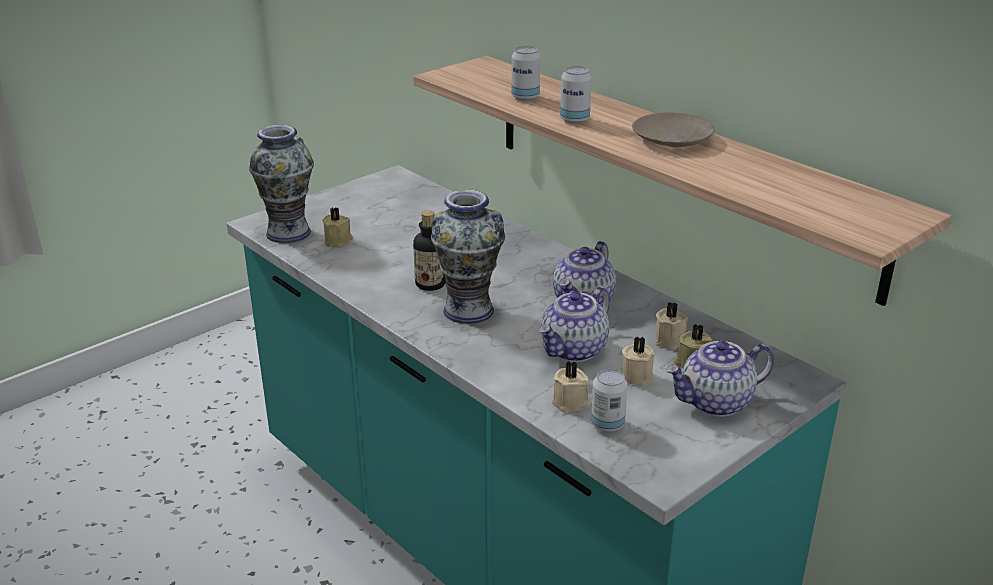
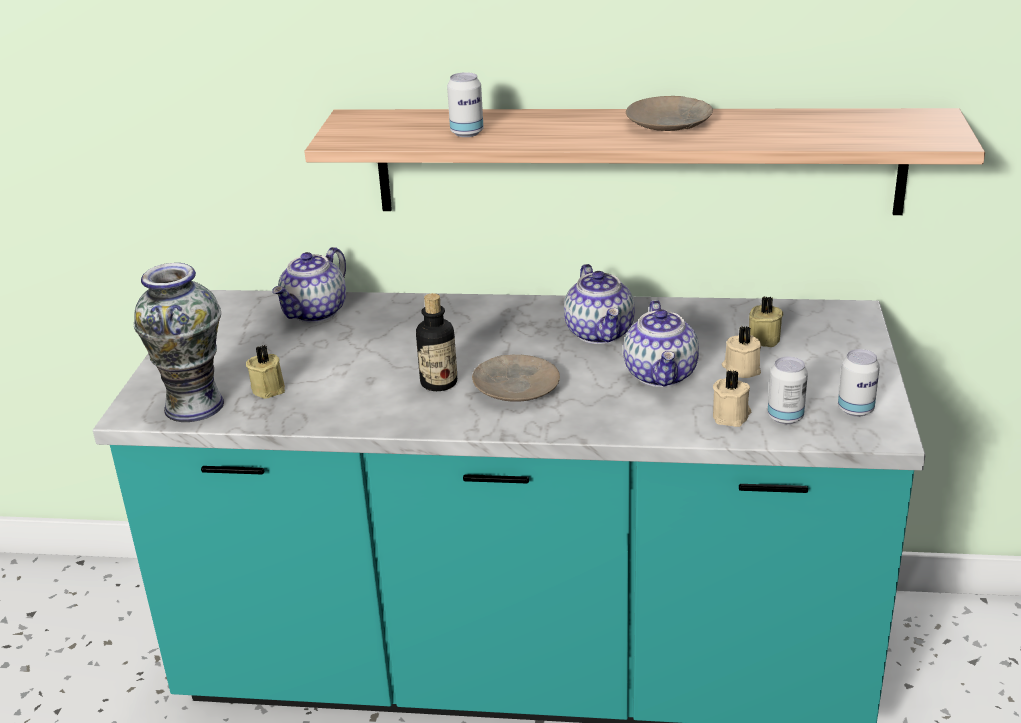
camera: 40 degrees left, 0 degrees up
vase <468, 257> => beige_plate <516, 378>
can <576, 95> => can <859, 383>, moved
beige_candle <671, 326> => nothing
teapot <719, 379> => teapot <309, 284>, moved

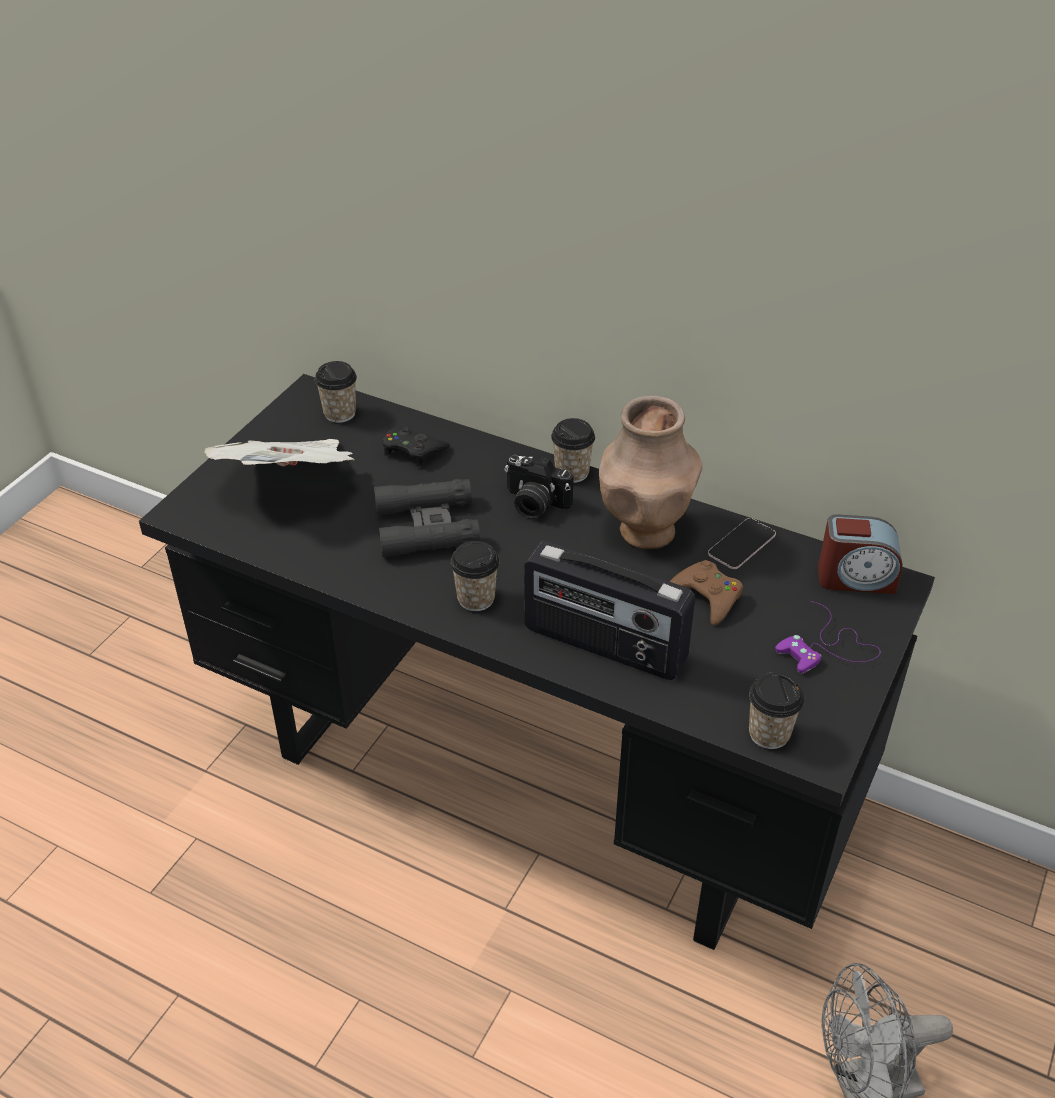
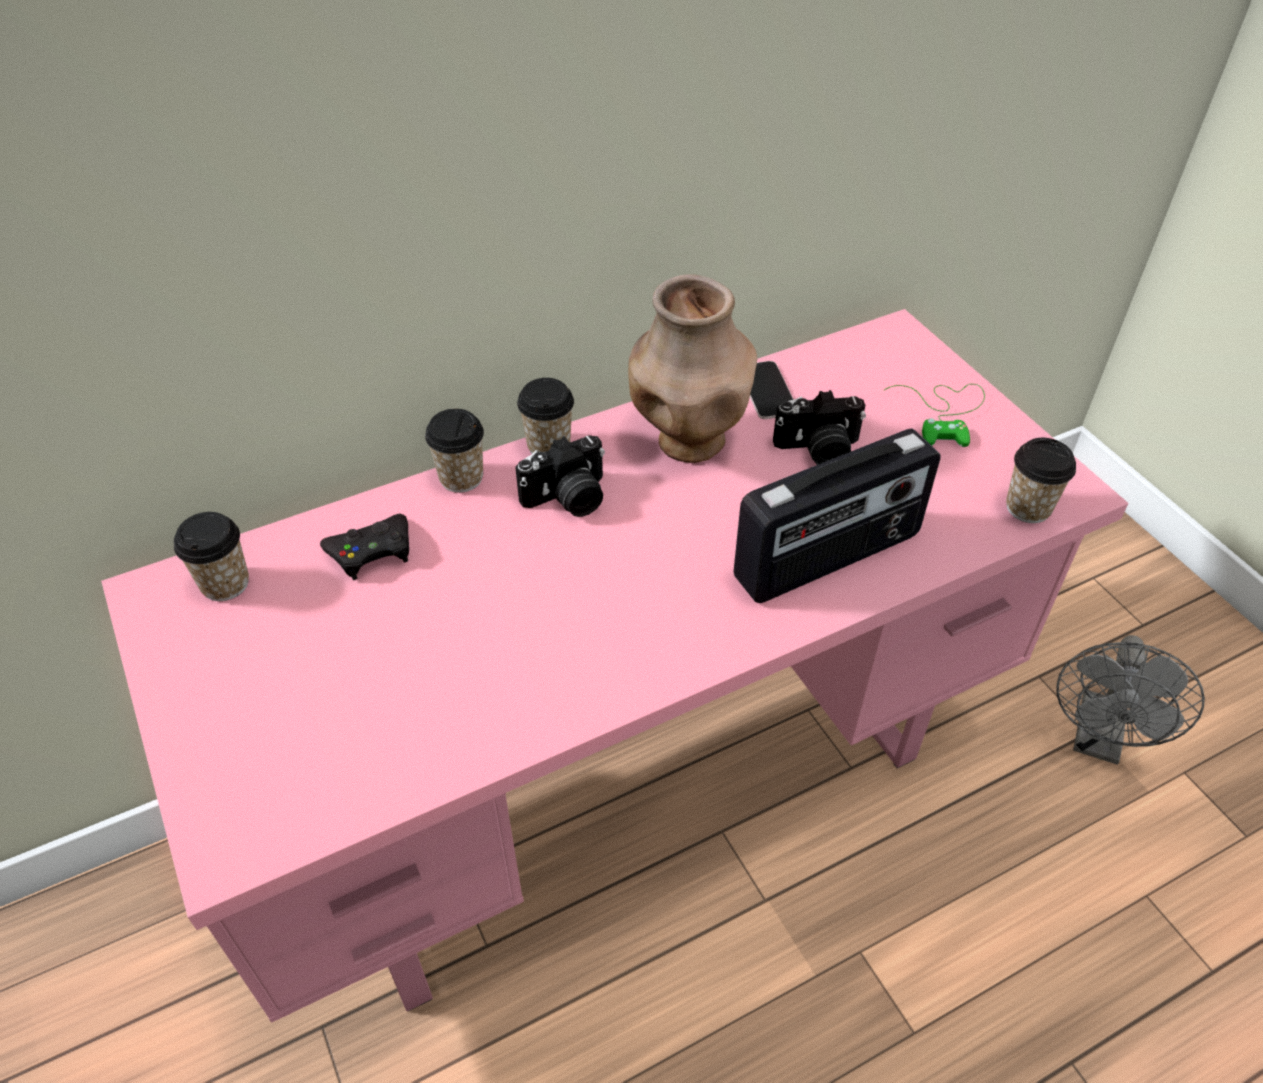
camera: 55 degrees left, 5 degrees up
black_desk <537, 662> => pink_desk <615, 666>
newspaper <279, 452> => nothing
black_binoculars <427, 518> => nothing
cup <474, 576> => cup <454, 451>, moved
brown_game_controller <706, 593> => photo_camera <819, 427>
purple_game_controller <828, 637> => green_game_controller <934, 415>
alarm_clock <860, 554> => nothing

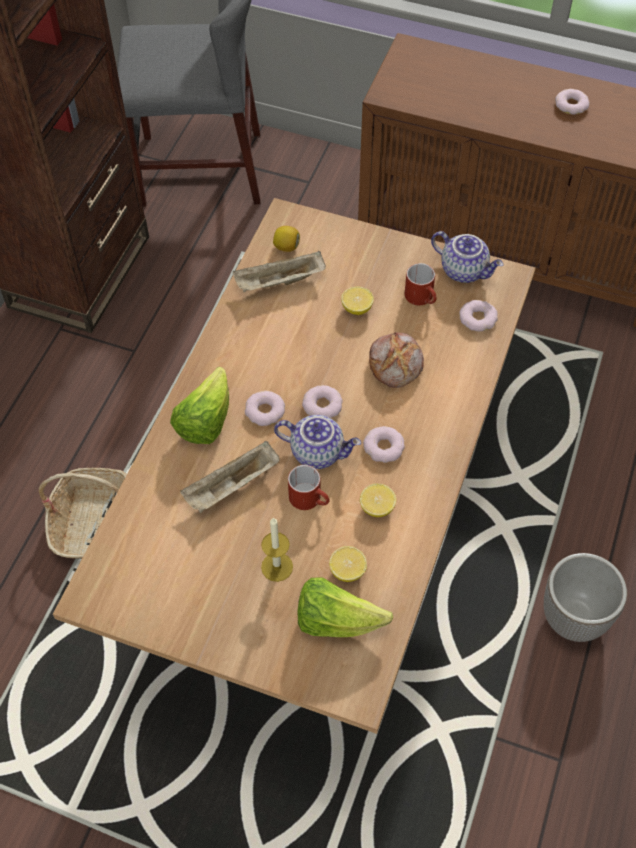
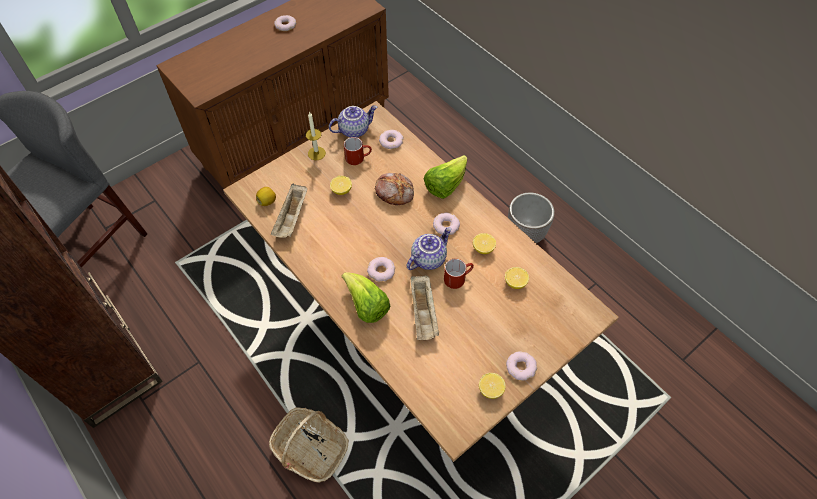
camera: 60 degrees left, 0 degrees up
candle <277, 549> => candle <316, 135>, moved
lettuce <345, 607> => lettuce <445, 177>, moved
donut <322, 401> => donut <521, 366>, moved
nothing => lemon <492, 386>

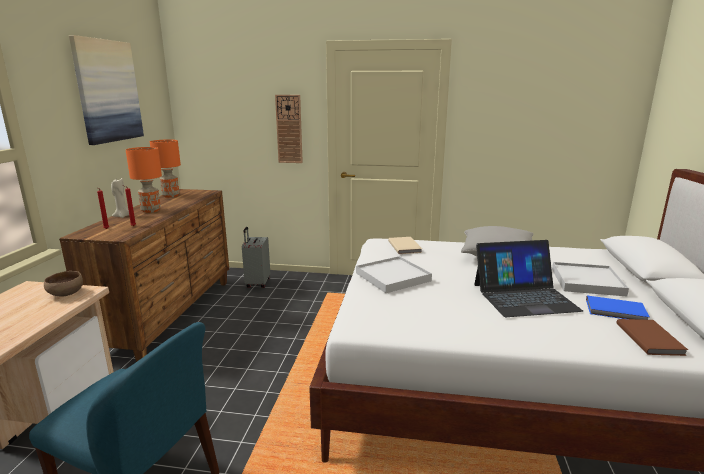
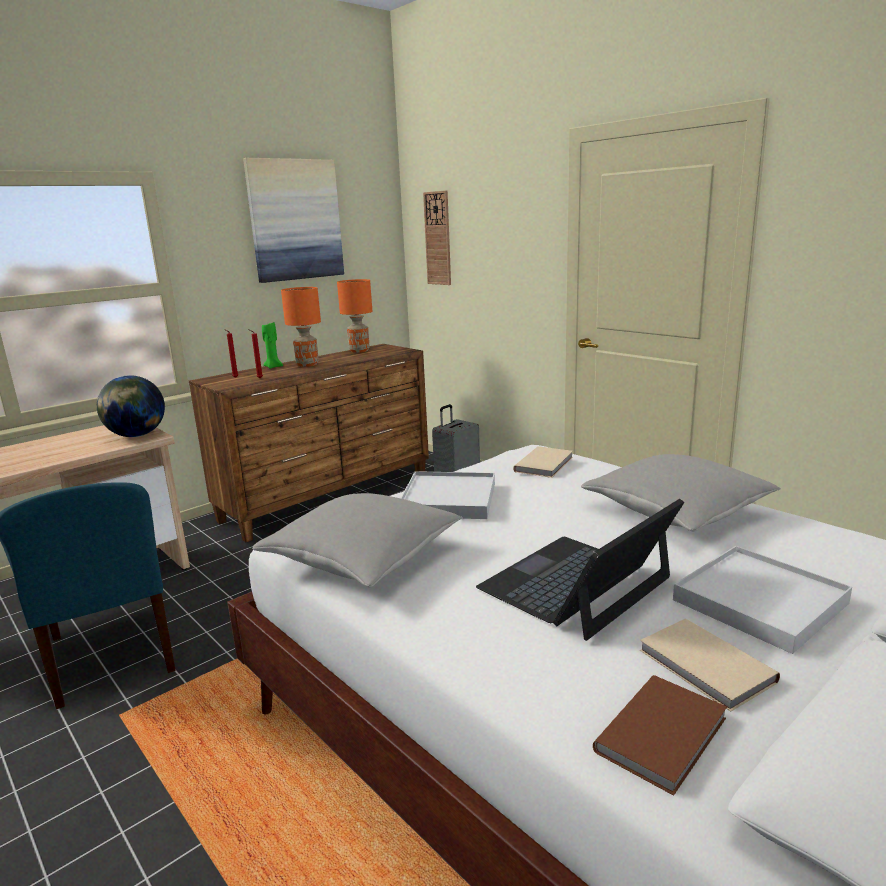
camera: 40 degrees right, 0 degrees up
brown_bowl <63, 283> => globe <131, 406>
beige_candle <120, 198> => green_candle <272, 345>
wall_clock <289, 129> => wall_clock <437, 237>, moved
laptop <528, 278> => laptop <580, 570>, 105 degrees clockwise
blue_book <618, 307> => beige_book <710, 665>
nothing => grey_pillow <357, 540>

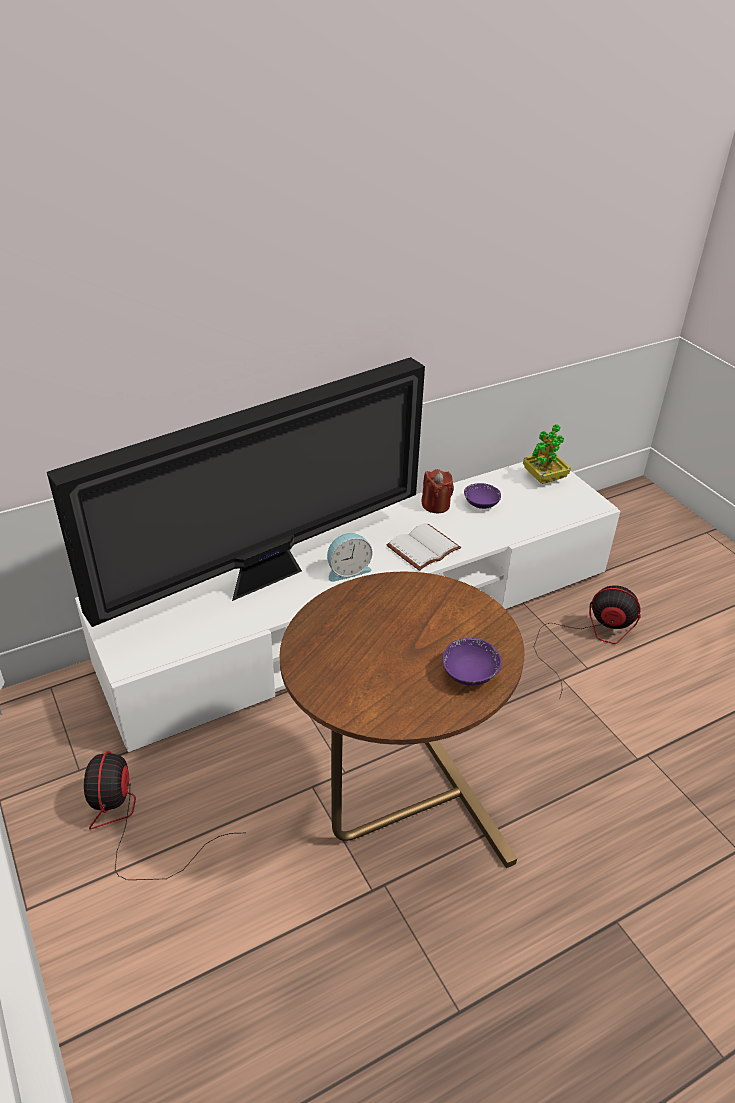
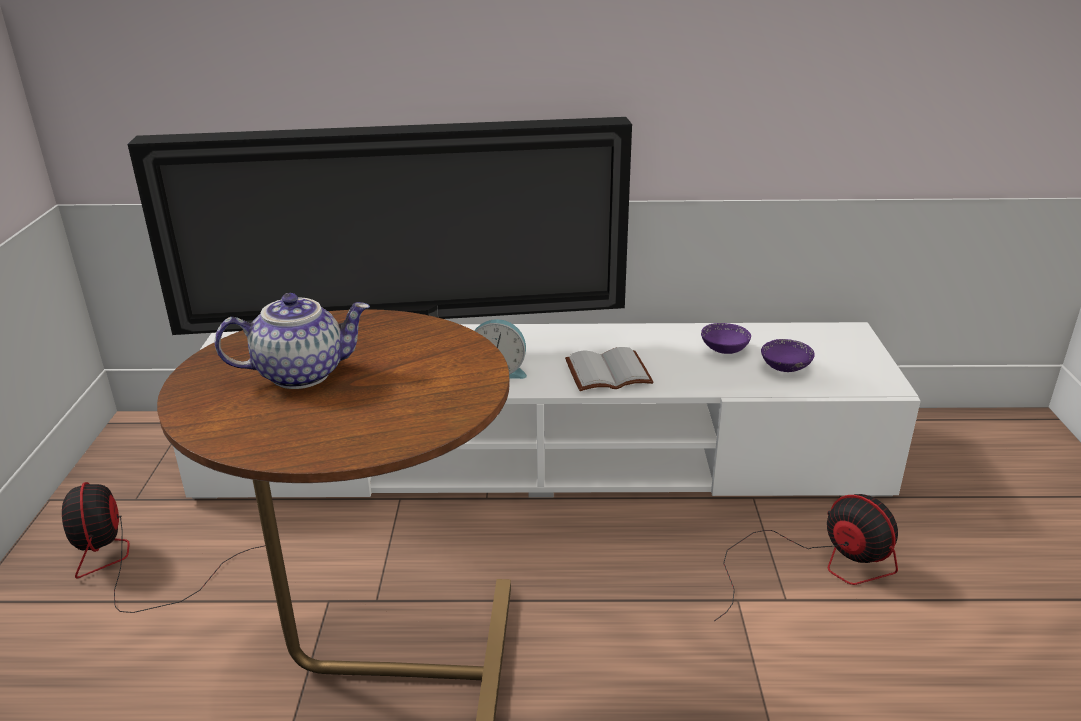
camera: 30 degrees right, 10 degrees down
fan <160, 815> => fan <163, 547>, 45 degrees counterclockwise
red_candle <437, 491> => nothing
purple_bowl <472, 662> => purple_bowl <788, 355>, moved
potted_plant <547, 454> => nothing
nothing => teapot <292, 341>

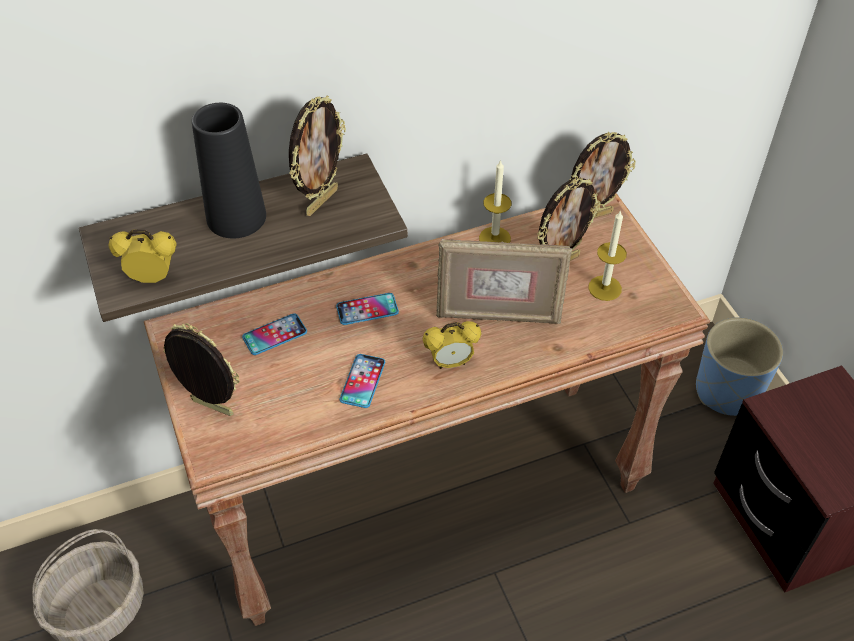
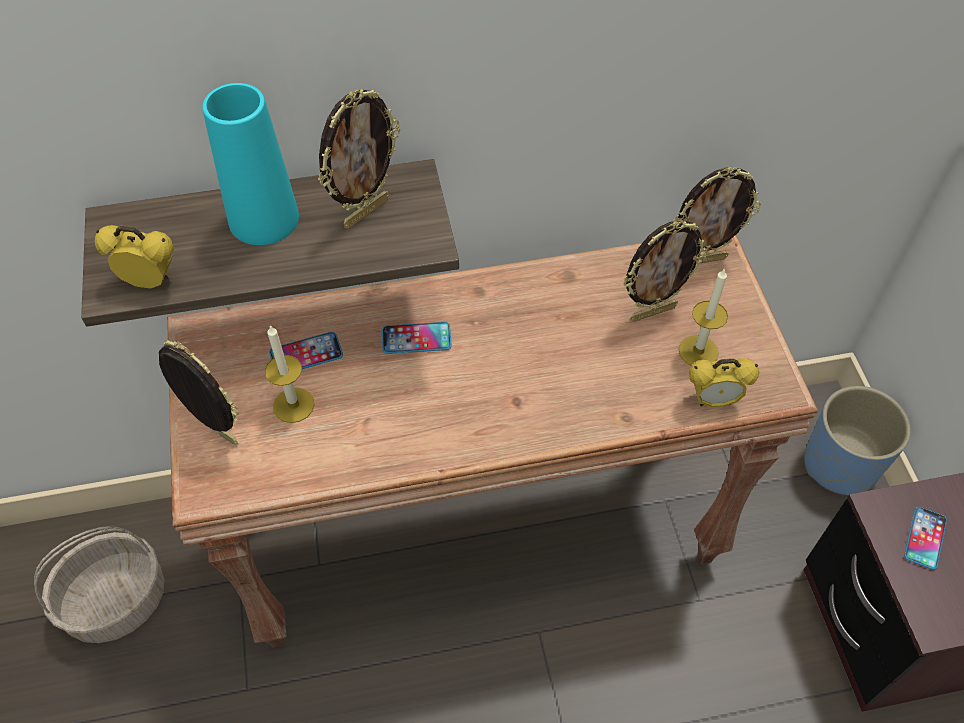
camera: 10 degrees right, 5 degrees up
black_vase <229, 170> => turquoise_vase <250, 164>
phone <362, 381> => phone <925, 538>, moved
alarm_clock <452, 345> => alarm_clock <724, 382>, moved
picture_frame <504, 281> => nothing
candle <495, 201> => candle <289, 374>, moved

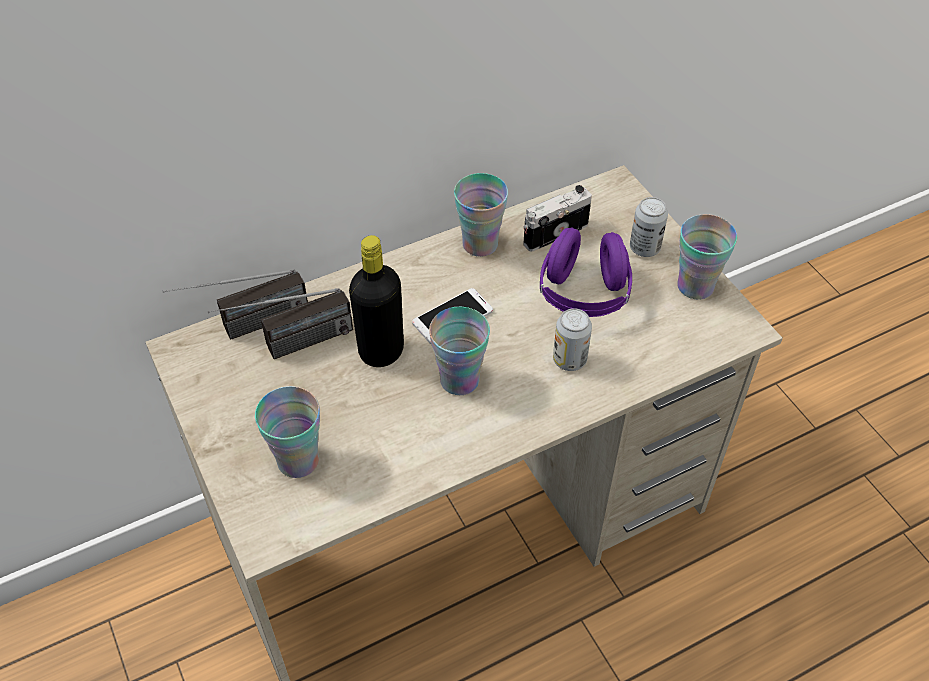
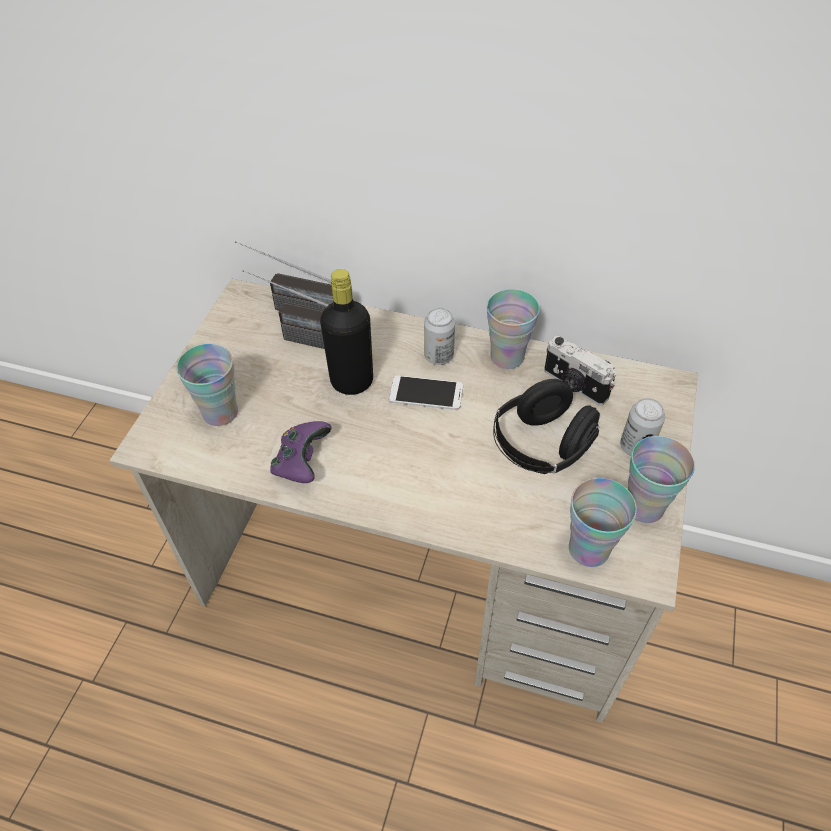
camera: 45 degrees right, 0 degrees up
cup <459, 351> => cup <603, 522>, moved
photo_camera <557, 218> => photo_camera <580, 371>, 150 degrees counterclockwise
purple_headphones <586, 272> => black_headphones <546, 426>
can <572, 339> => can <439, 336>, moved
nothing => purple_game_controller <301, 452>

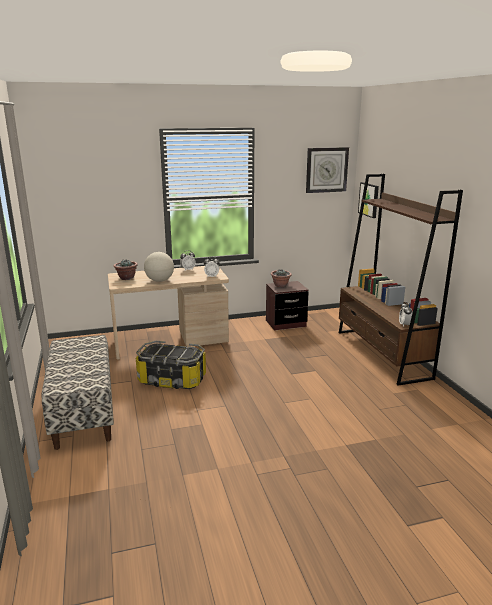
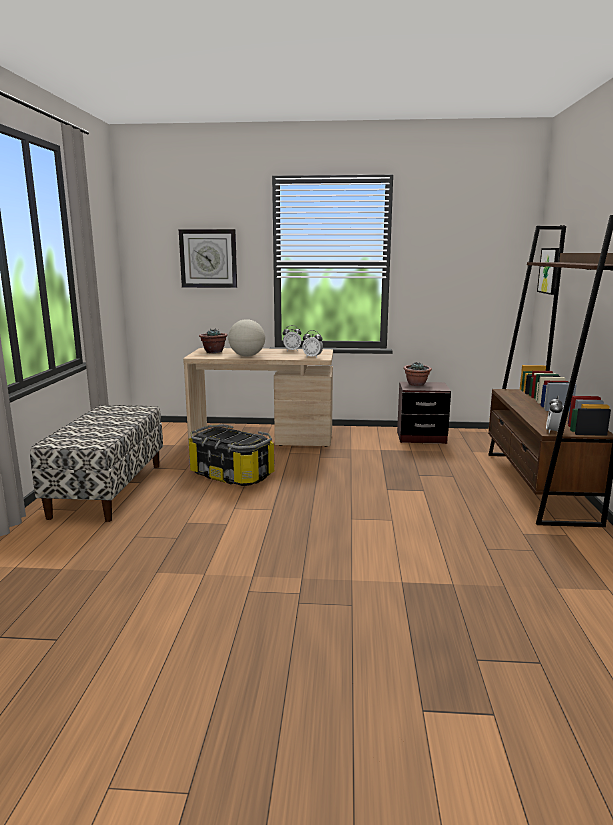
camera: 20 degrees right, 5 degrees down
wall_clock <327, 170> => wall_clock <208, 258>, moved

